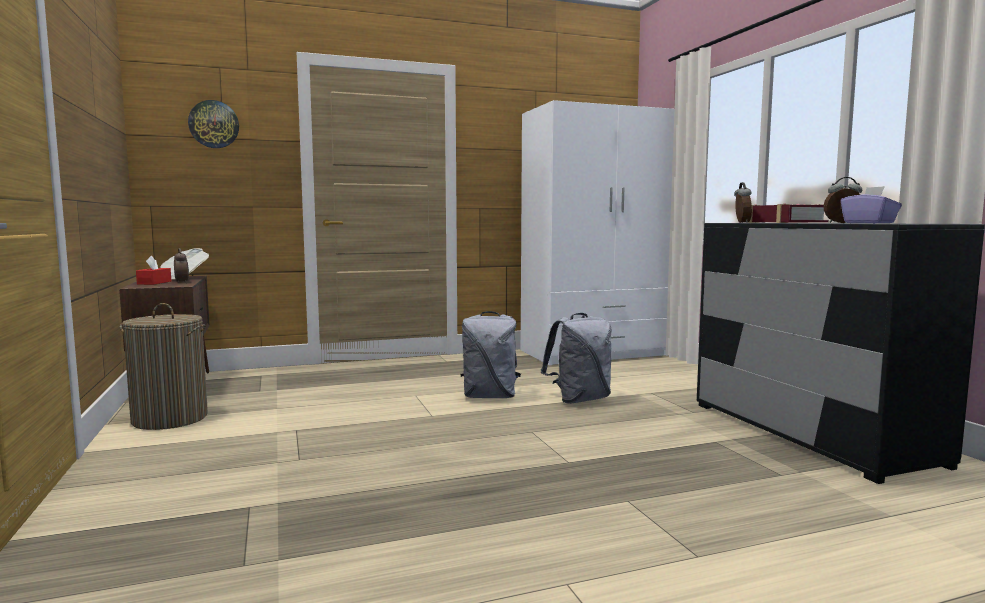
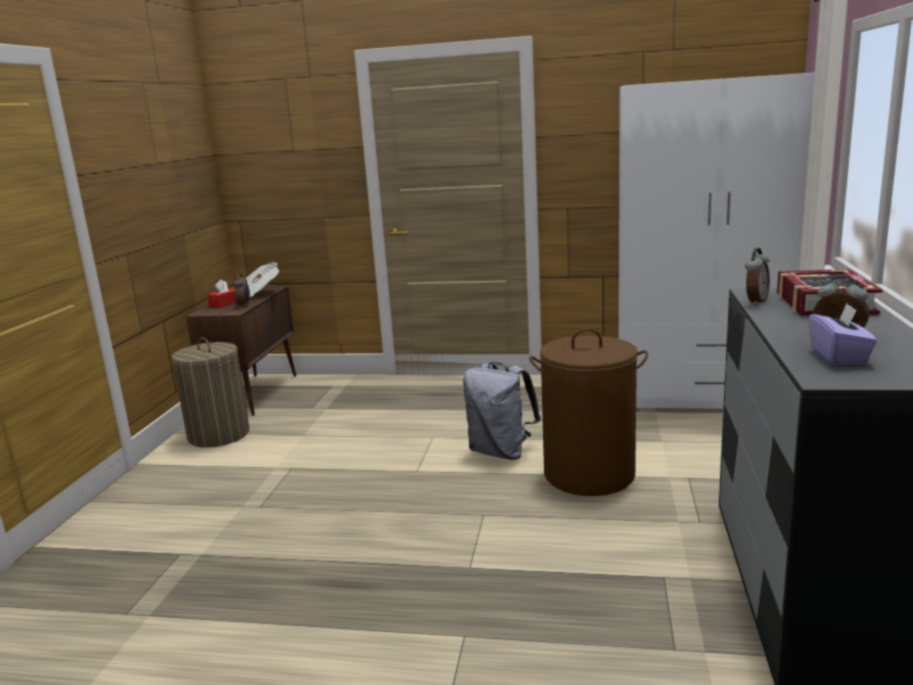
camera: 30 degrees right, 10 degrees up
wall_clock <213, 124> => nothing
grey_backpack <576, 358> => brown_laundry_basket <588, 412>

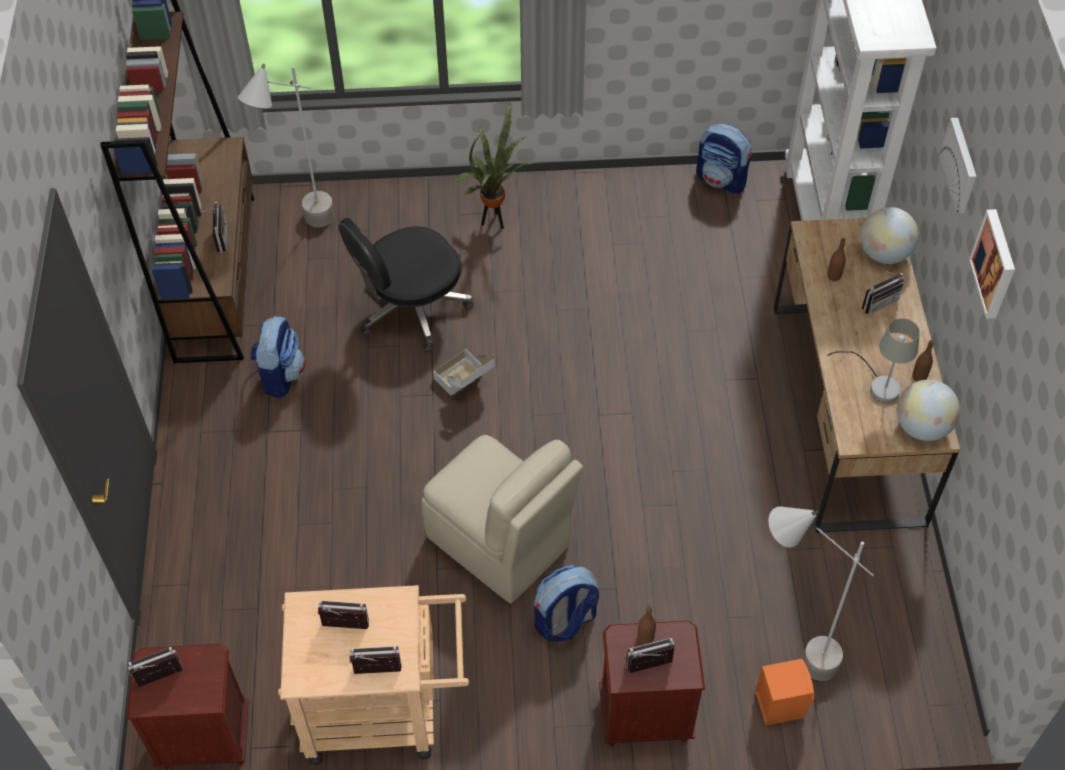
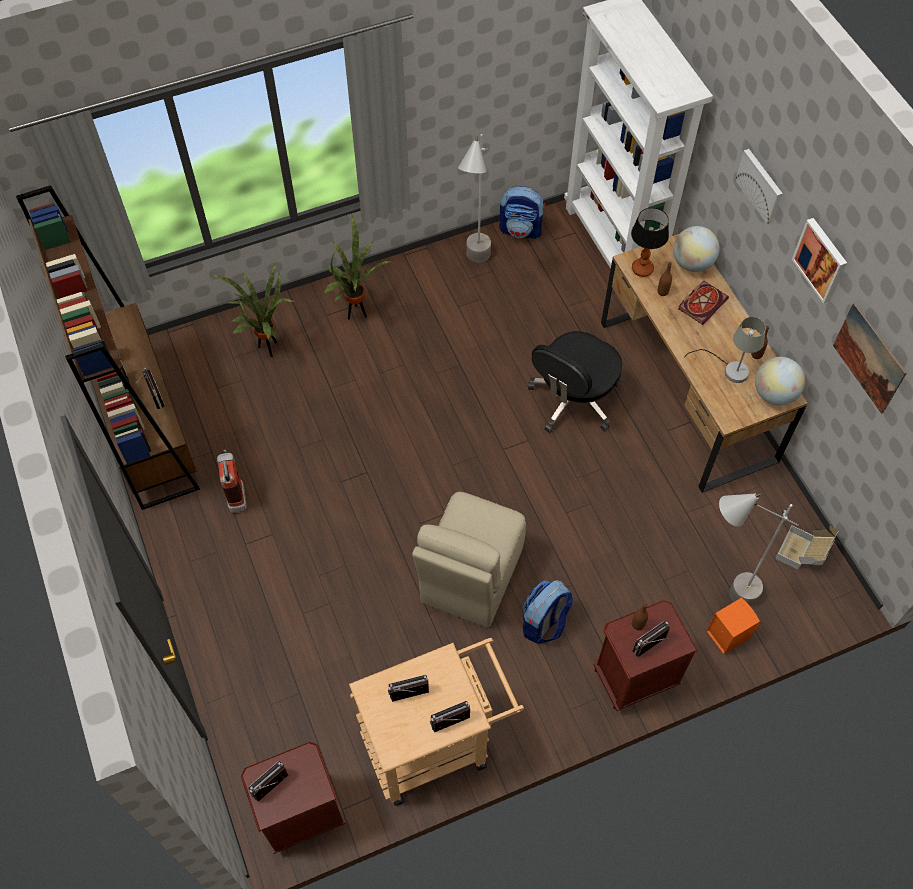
camera: 20 degrees left, 5 degrees up
grey_floor_lamp <286, 145> => grey_floor_lamp <474, 198>, moved
backpack <277, 357> => fire_extinguisher <232, 481>
black_office_chair <406, 285> => black_office_chair <575, 382>, moved
beige_chair <502, 519> => beige_chair <469, 560>, 90 degrees clockwise
cardboard_box <464, 372> => cardboard_box <806, 547>, moved
radio <883, 289> => book <703, 302>
nothing => potted_plant <252, 310>
nothing => table_lamp <650, 242>
nothing => picture <870, 358>

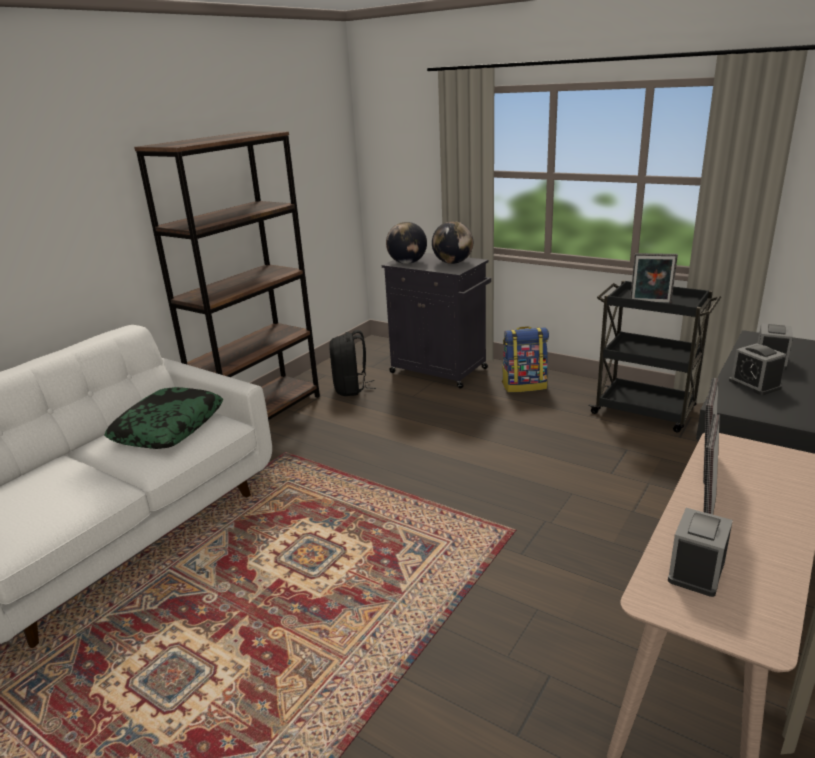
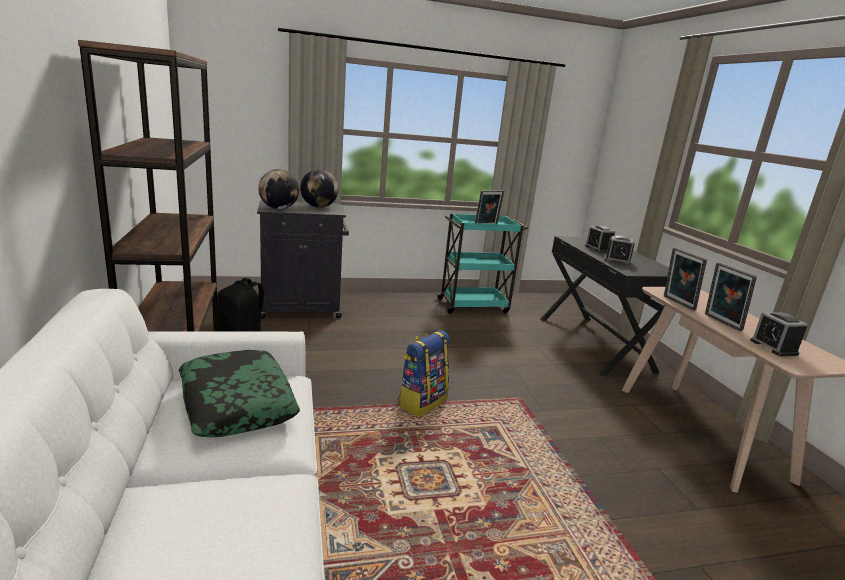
camera: 50 degrees left, 5 degrees down
backpack <525, 359> => backpack <424, 373>, moved
black_cart <654, 356> => turquoise_cart <482, 263>

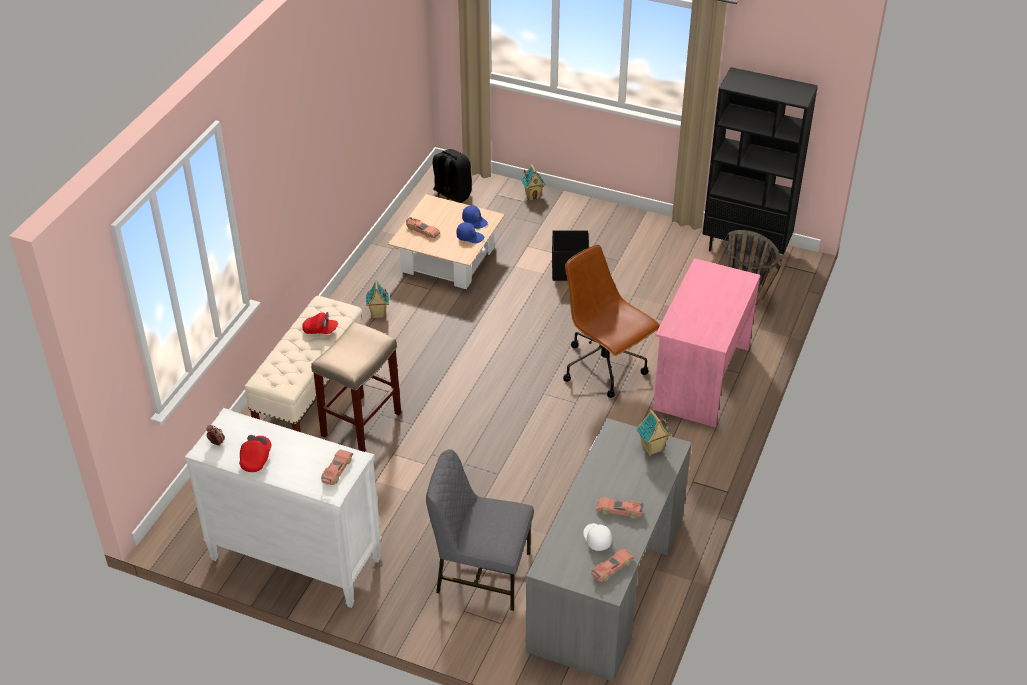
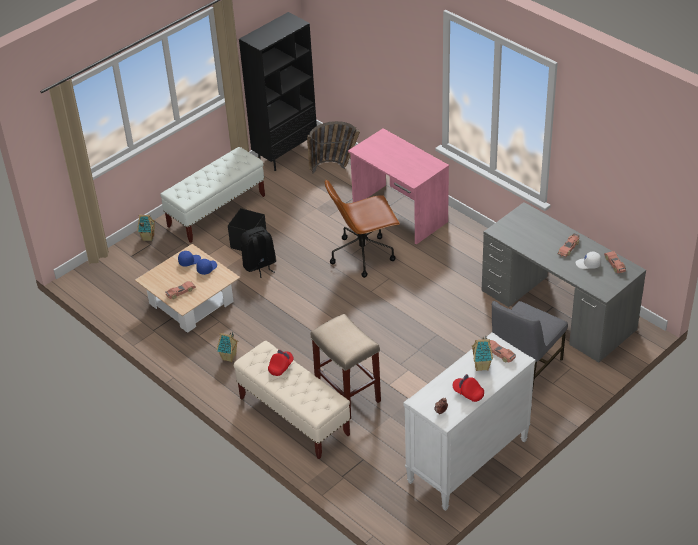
camera: 65 degrees left, 0 degrees up
black_backpack <452, 176> => black_backpack <258, 252>, moved
toy_house <654, 432> => toy_house <482, 354>, moved
nothing => white_bench <212, 195>

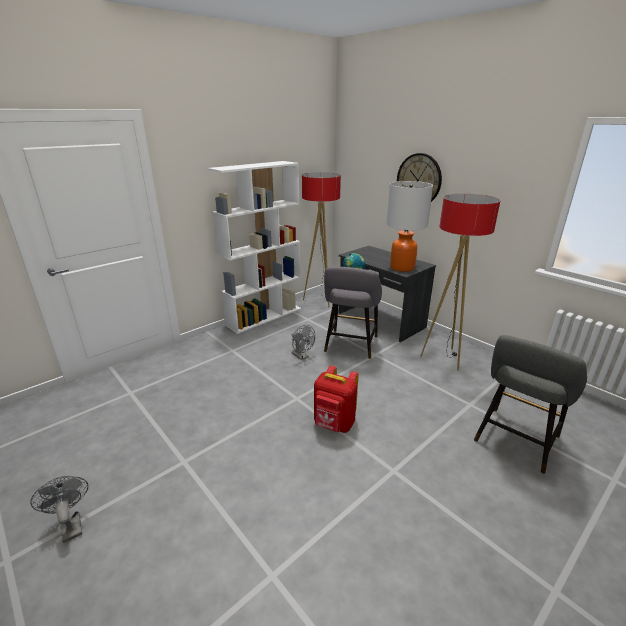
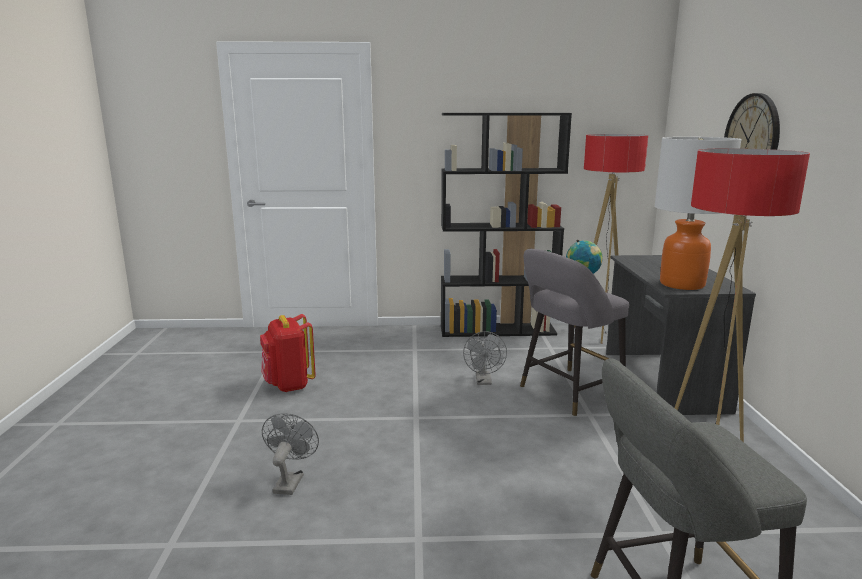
camera: 40 degrees right, 10 degrees down
grey_fan <59, 509> => grey_fan <290, 454>, moved
white_bookcase <254, 247> => black_bookcase <506, 225>
red_backpack <336, 399> => red_backpack <288, 353>, moved

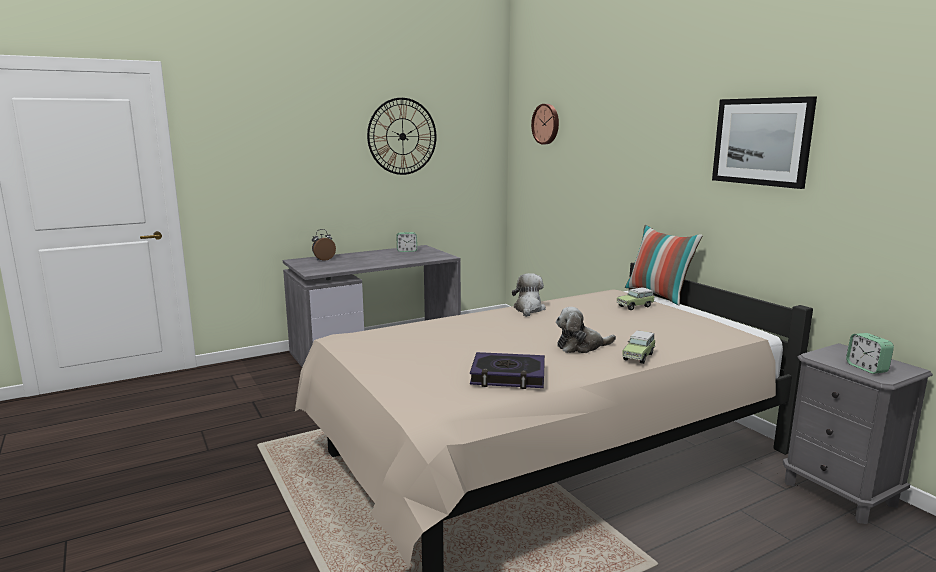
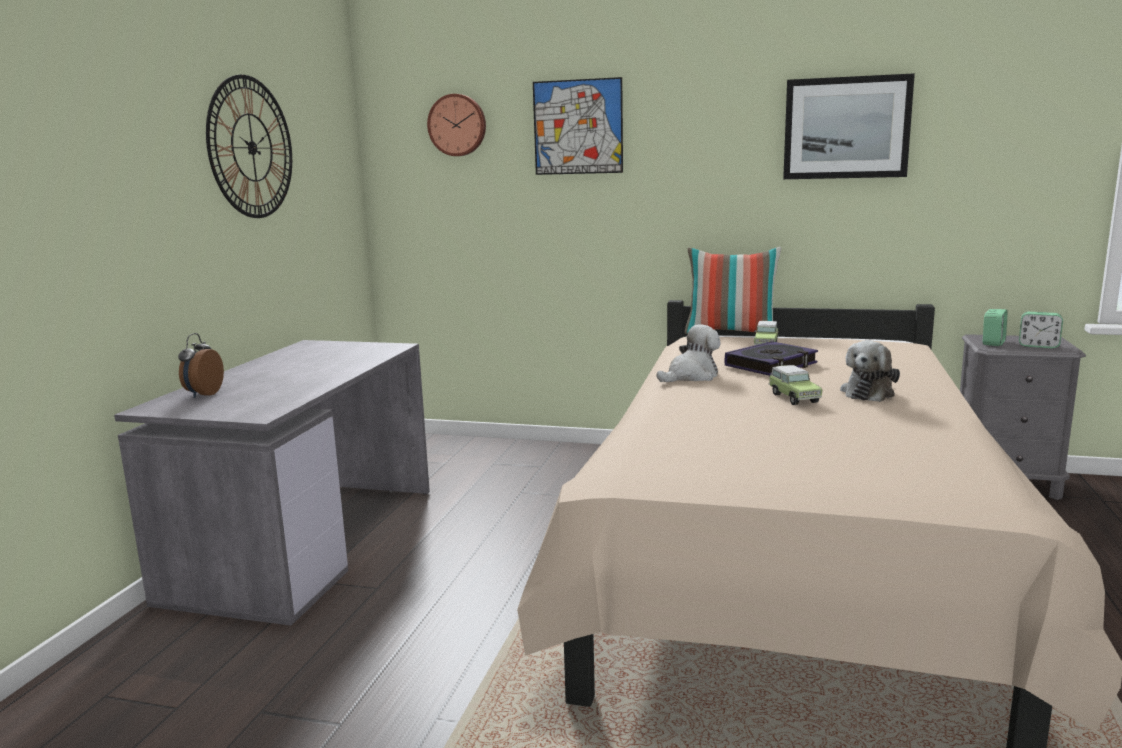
camera: 45 degrees left, 0 degrees up
alarm_clock <406, 242> => alarm_clock <995, 327>, moved
book <507, 370> => book <771, 358>, moved
plush_toy <529, 295> => plush_toy <689, 353>, 90 degrees clockwise
toy_car <638, 347> => toy_car <795, 385>, moved
nothing => picture <578, 126>

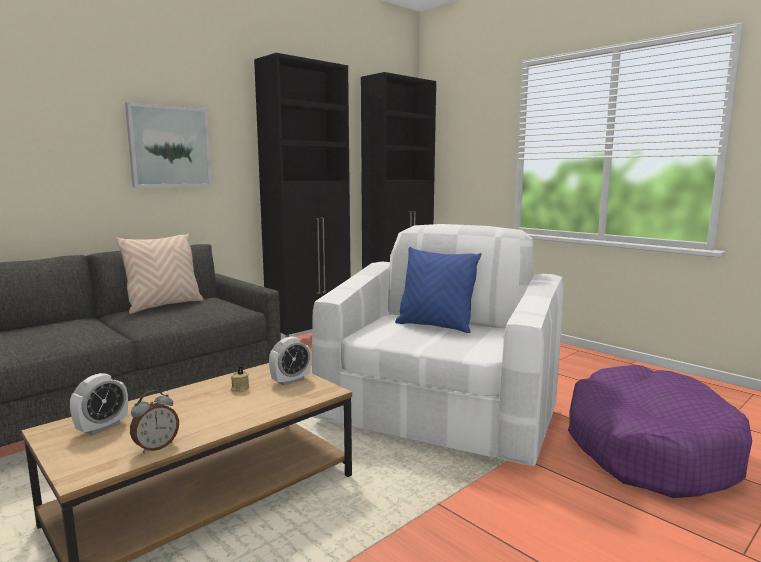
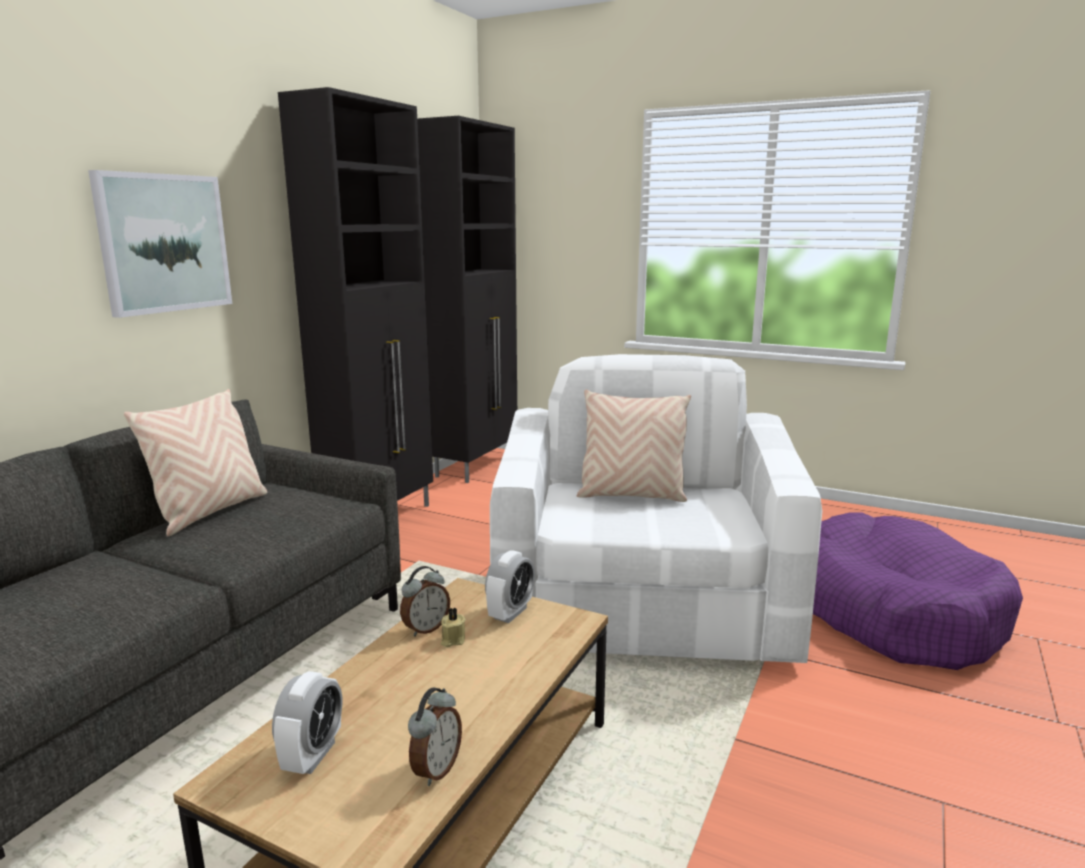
camera: 20 degrees left, 5 degrees up
blue_pillow <438, 290> => beige_pillow <634, 446>
nothing => alarm_clock <425, 601>

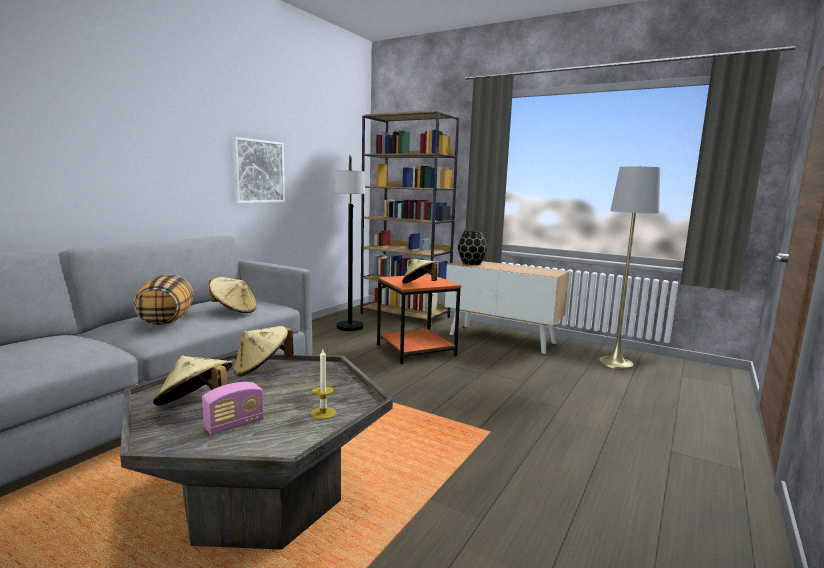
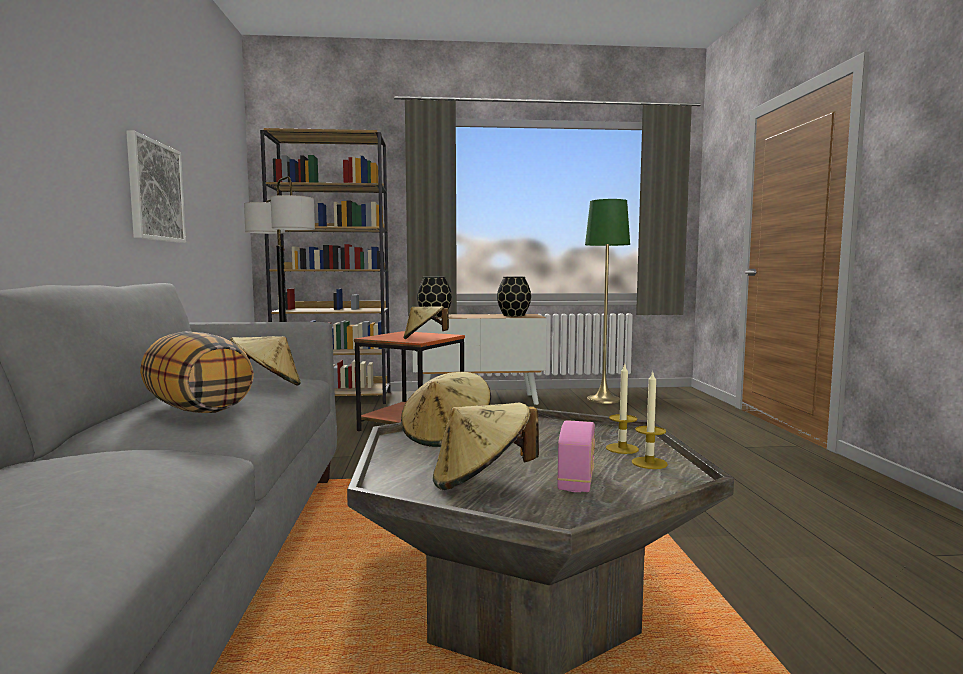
camera: 35 degrees left, 5 degrees down
grey_floor_lamp <629, 267> => green_floor_lamp <607, 301>
nothing => black_vase <514, 296>
nothing => candle <650, 419>

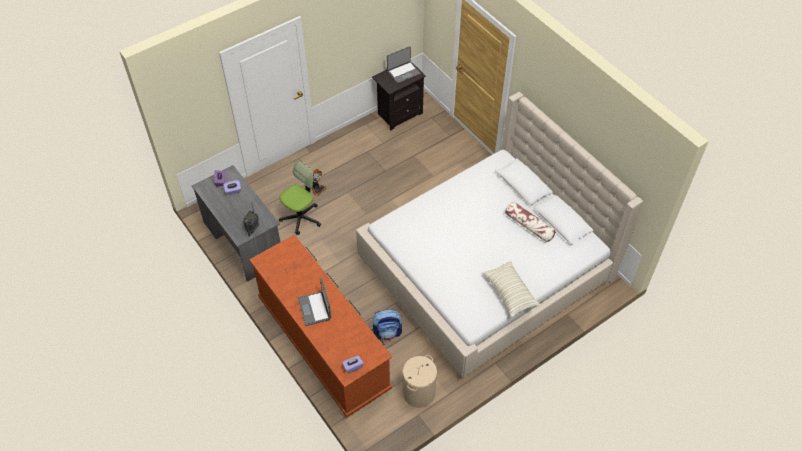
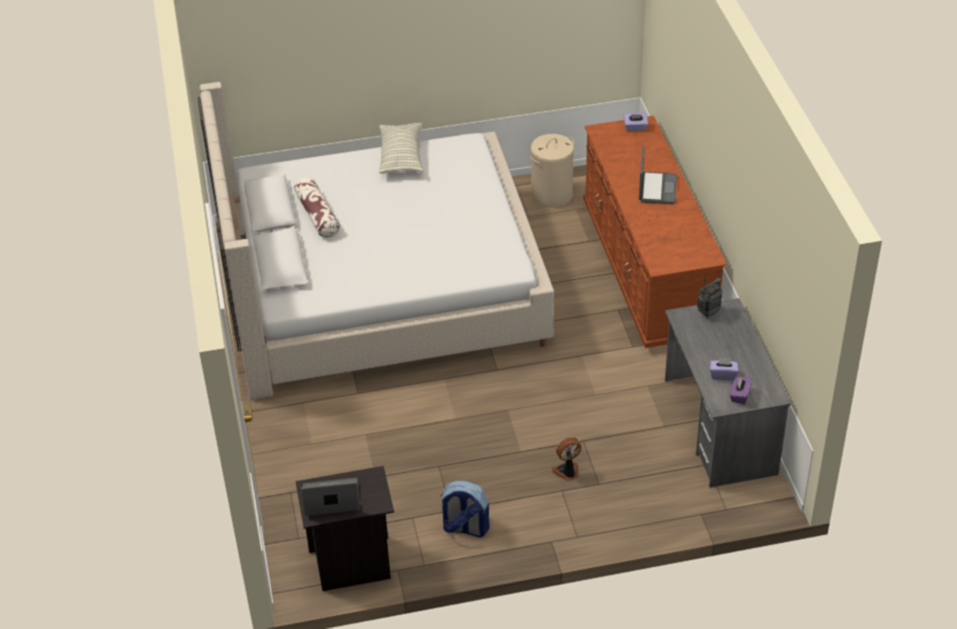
camera: 155 degrees left, 10 degrees down
office_chair <300, 198> => nothing
backpack <387, 324> => backpack <465, 509>, moved

